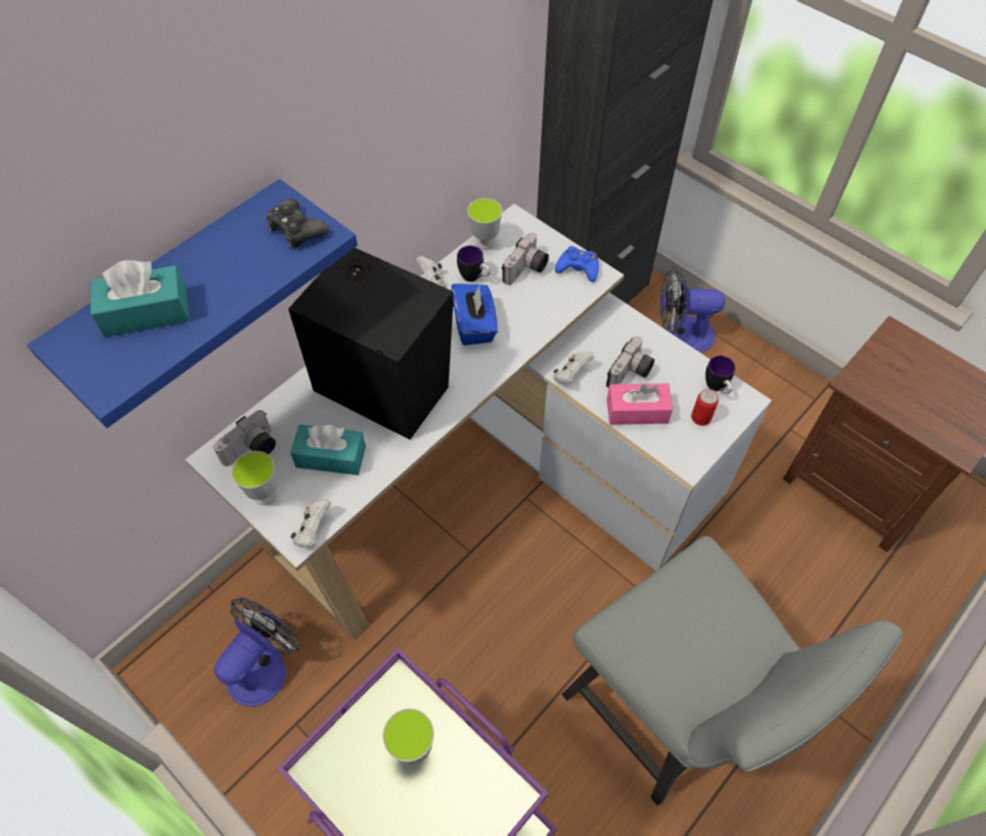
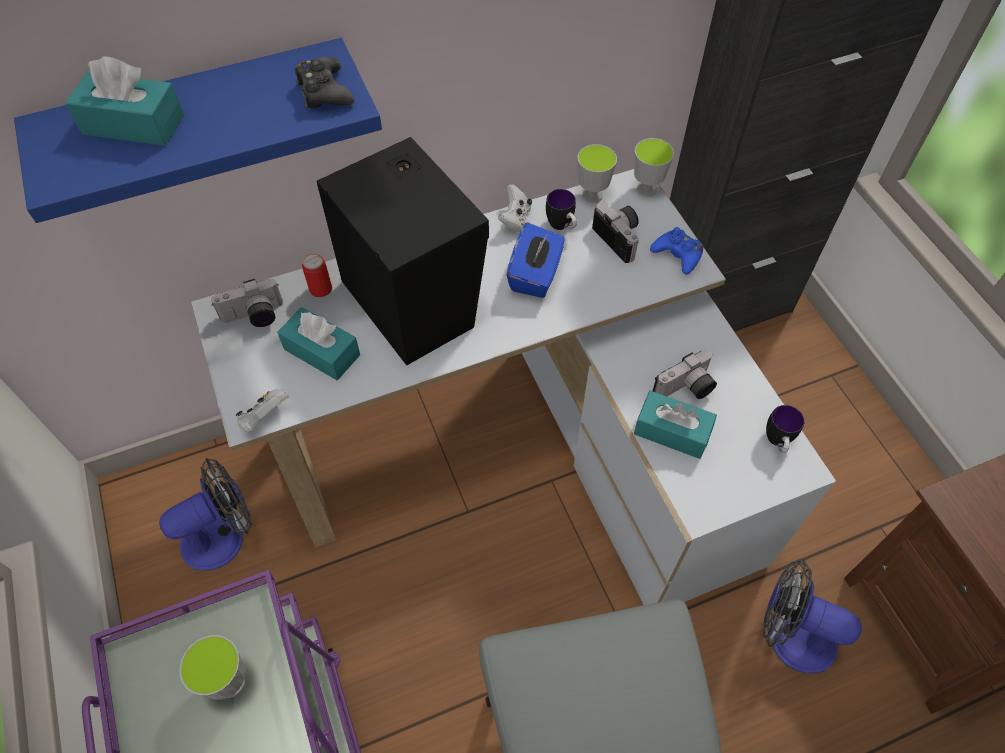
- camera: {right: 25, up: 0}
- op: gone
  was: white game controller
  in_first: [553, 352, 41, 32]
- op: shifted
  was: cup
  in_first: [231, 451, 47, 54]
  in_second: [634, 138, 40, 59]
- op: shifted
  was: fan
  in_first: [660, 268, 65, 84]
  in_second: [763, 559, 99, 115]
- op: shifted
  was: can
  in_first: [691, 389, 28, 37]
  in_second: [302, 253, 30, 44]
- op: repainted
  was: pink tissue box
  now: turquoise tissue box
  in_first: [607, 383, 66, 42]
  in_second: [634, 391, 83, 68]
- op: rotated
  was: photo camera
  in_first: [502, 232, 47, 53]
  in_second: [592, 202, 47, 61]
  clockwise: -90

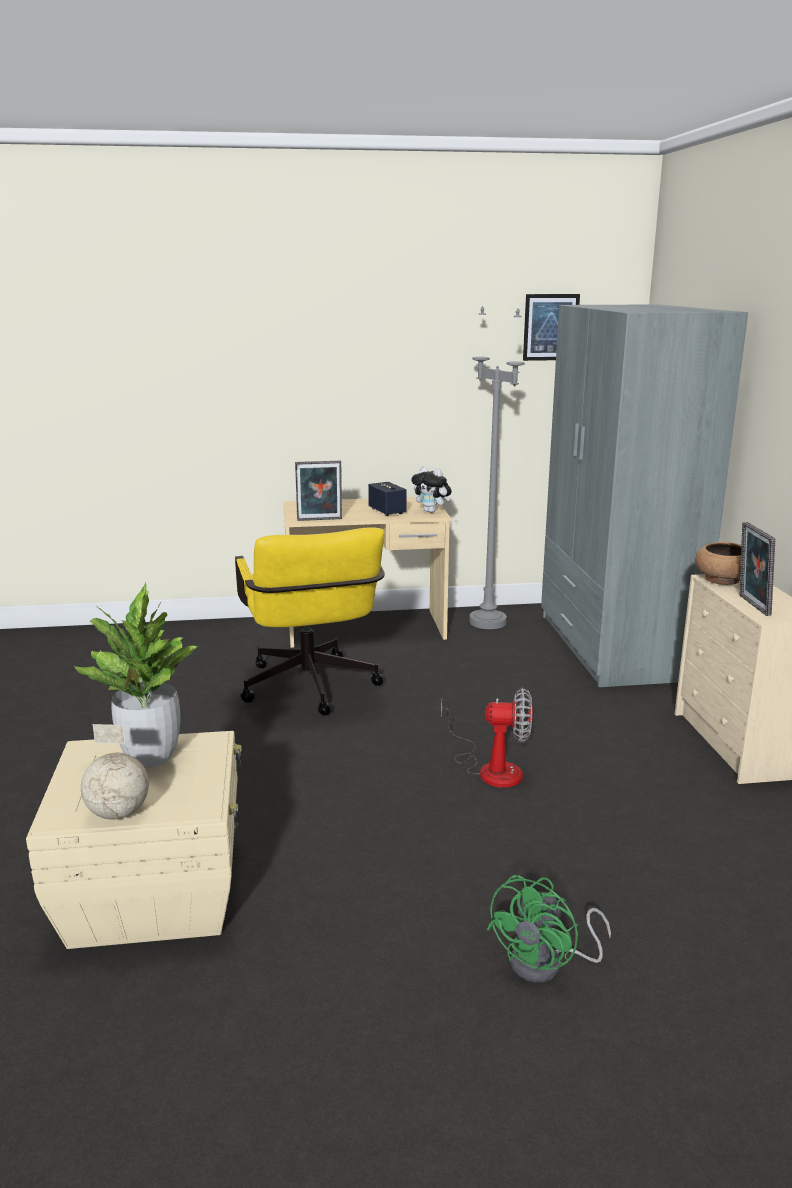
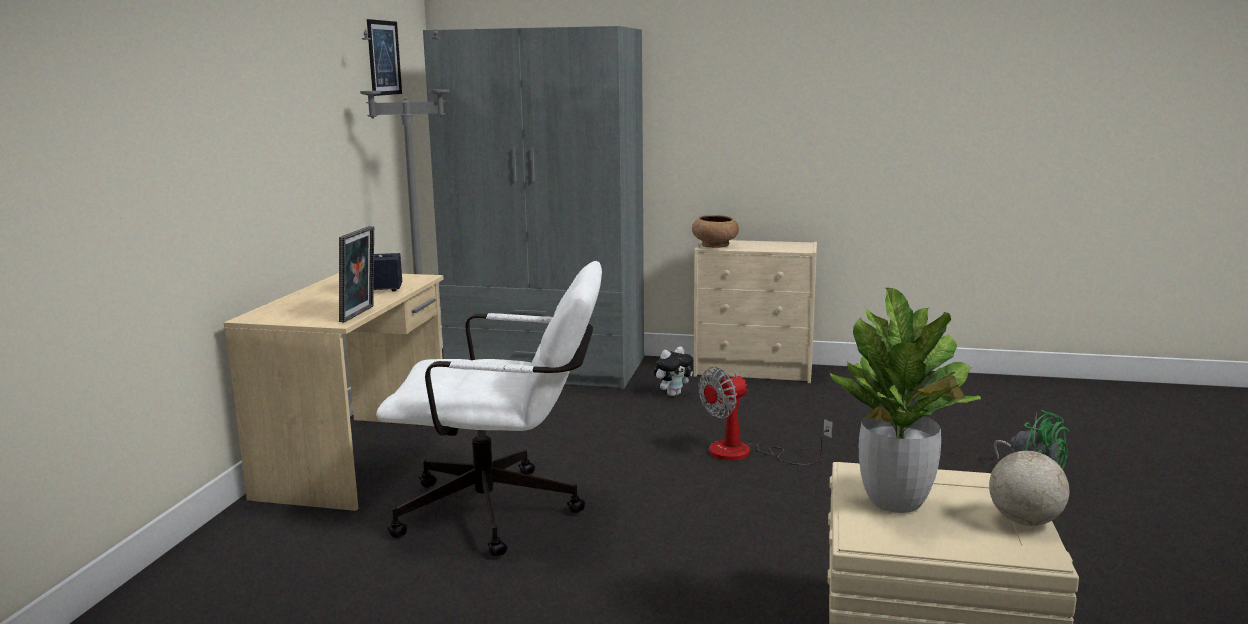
- camera: {right: -70, up: -5}
- op: gone
  was: picture frame
  in_first: [740, 522, 35, 94]
- op: shifted
  was: plush toy
  in_first: [411, 466, 41, 47]
  in_second: [654, 347, 40, 49]
- op: repainted
  was: yellow office chair
  now: white office chair
  in_first: [235, 527, 150, 188]
  in_second: [376, 261, 226, 296]
- op: rotated
  was: fan
  in_first: [441, 688, 92, 100]
  in_second: [698, 367, 135, 98]
  clockwise: -150

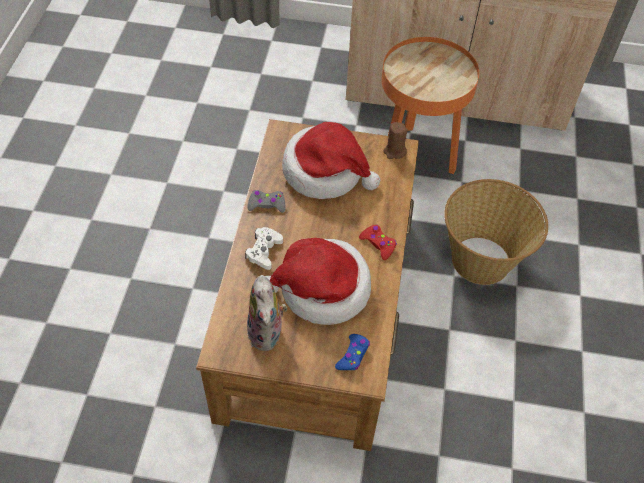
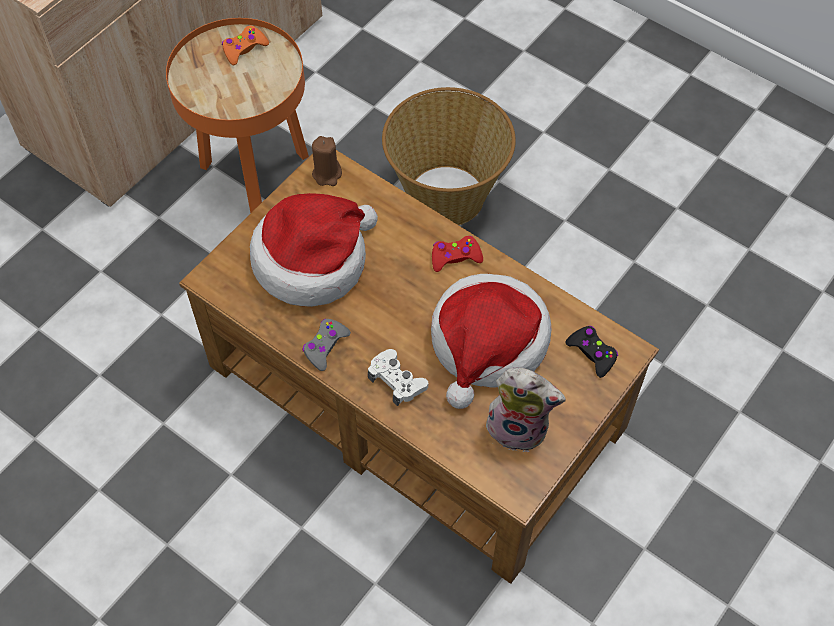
- camera: {right: -60, up: 5}
- op: new
  now: orange game controller
  in_second: [222, 26, 47, 39]
- op: repainted
  was: blue game controller
  now: black game controller
  in_first: [335, 334, 35, 36]
  in_second: [566, 326, 52, 52]

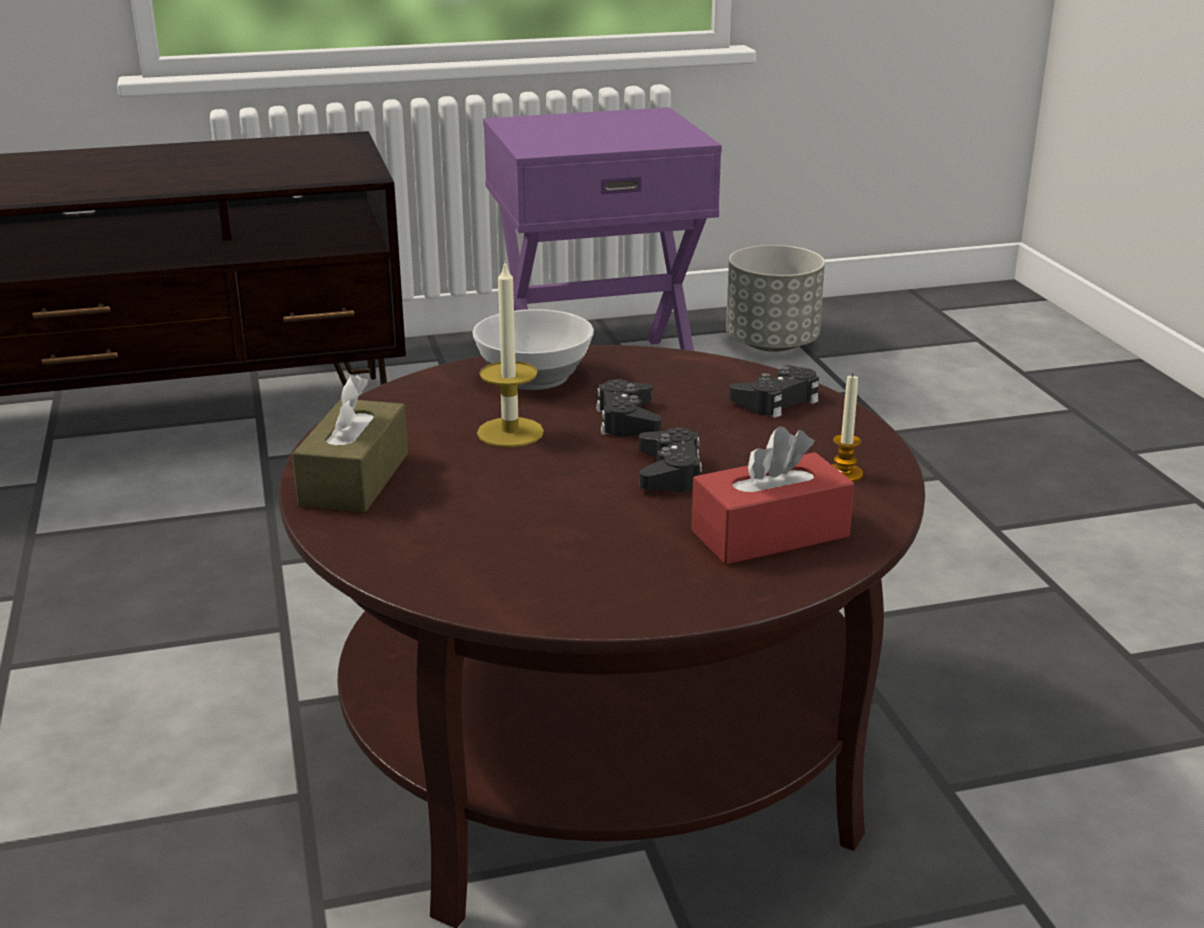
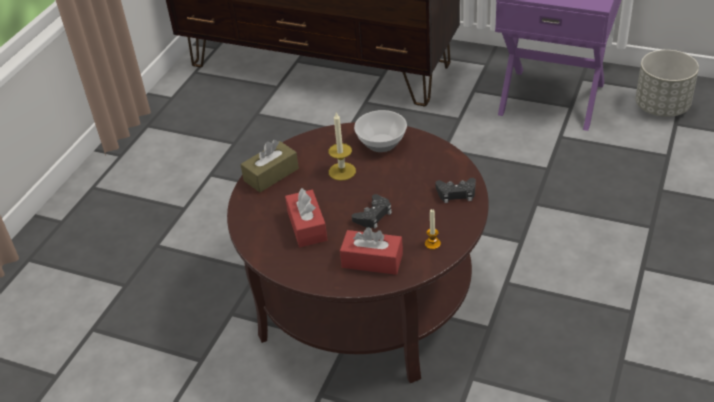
- camera: {right: 40, up: 15}
- op: gone
  was: black game controller
  in_first: [596, 379, 65, 58]
- op: new
  now: red tissue box
  in_second: [285, 188, 42, 59]

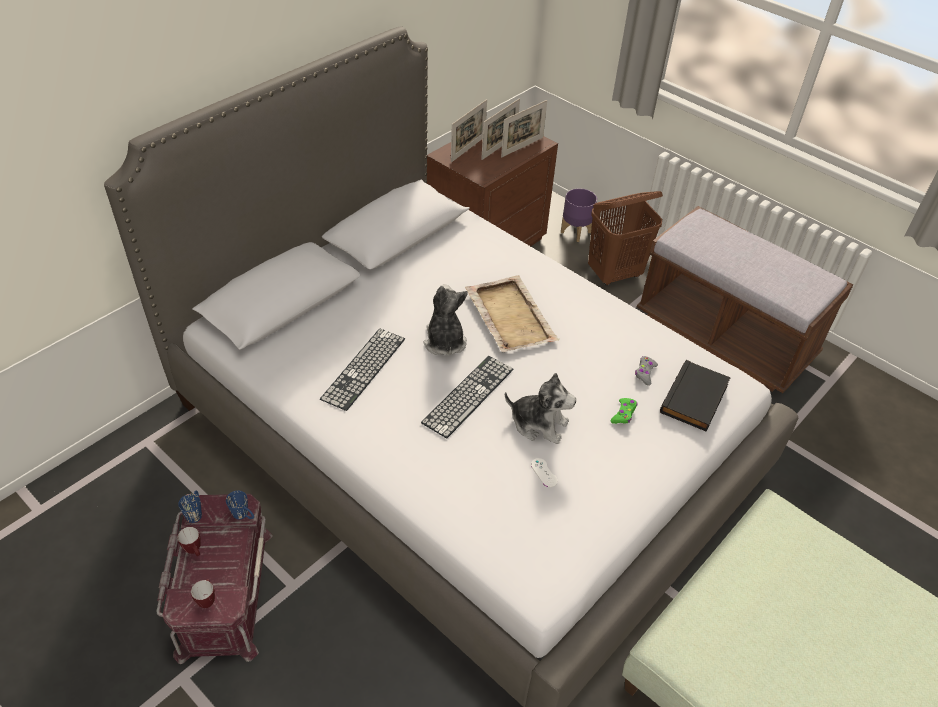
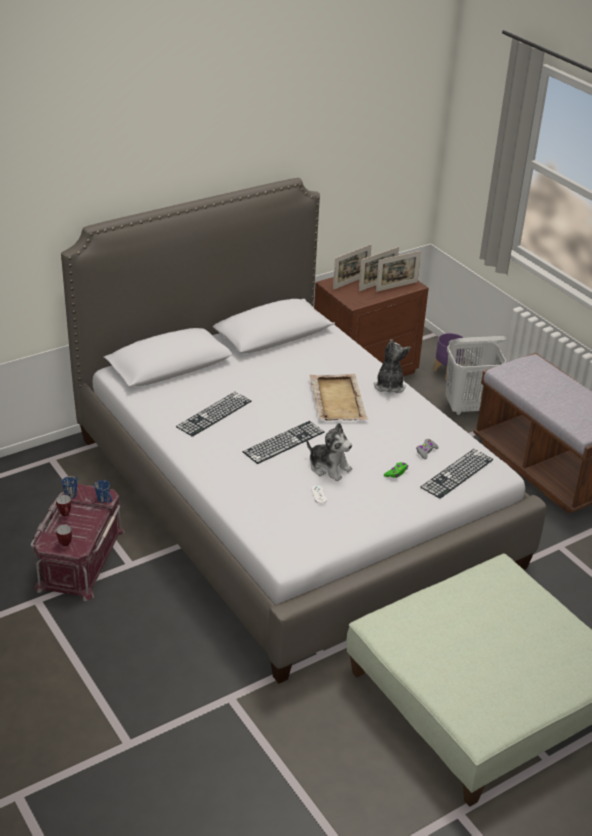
- camera: {right: 15, up: -10}
- op: shifted
  was: plush toy
  in_first: [424, 284, 44, 71]
  in_second: [374, 339, 37, 54]
- op: swapped
  was: black book
  now: keyboard
  in_first: [660, 360, 71, 72]
  in_second: [420, 449, 73, 50]
- op: repainted
  was: brown laundry basket
  now: white laundry basket
  in_first: [588, 191, 75, 95]
  in_second: [445, 336, 62, 79]

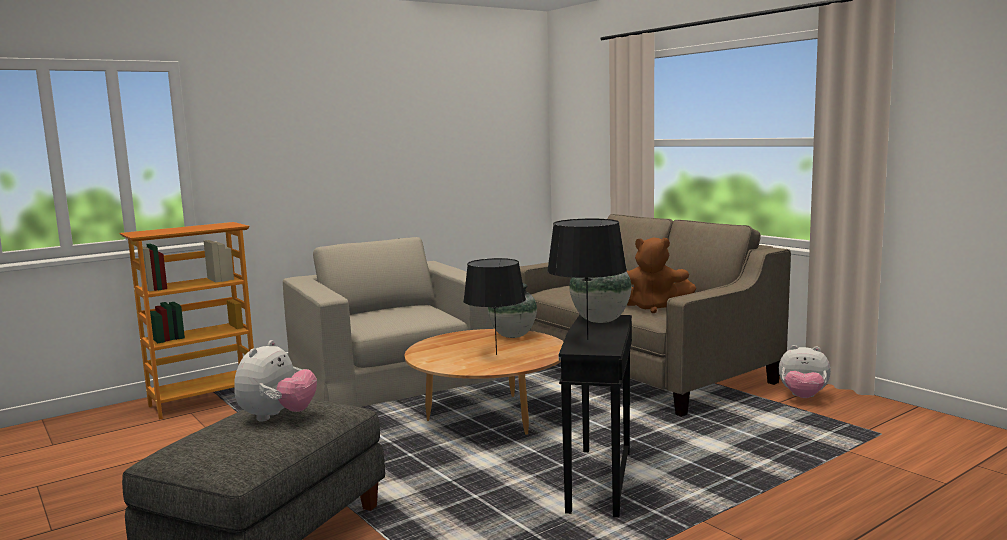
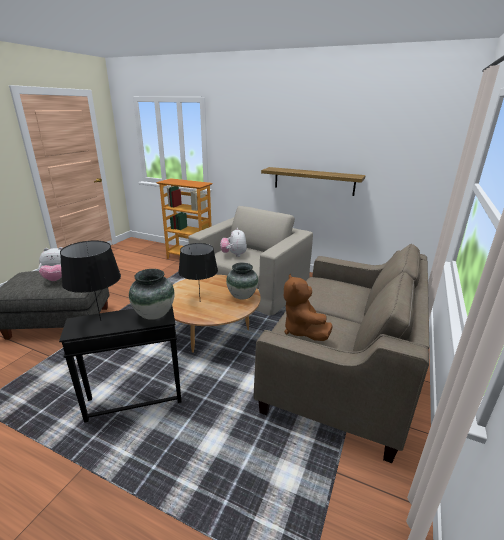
- camera: {right: 60, up: 15}
- op: new
  now: shelf
  in_second: [261, 167, 105, 29]
- op: shifted
  was: plush toy
  in_first: [779, 345, 52, 53]
  in_second: [220, 228, 27, 29]

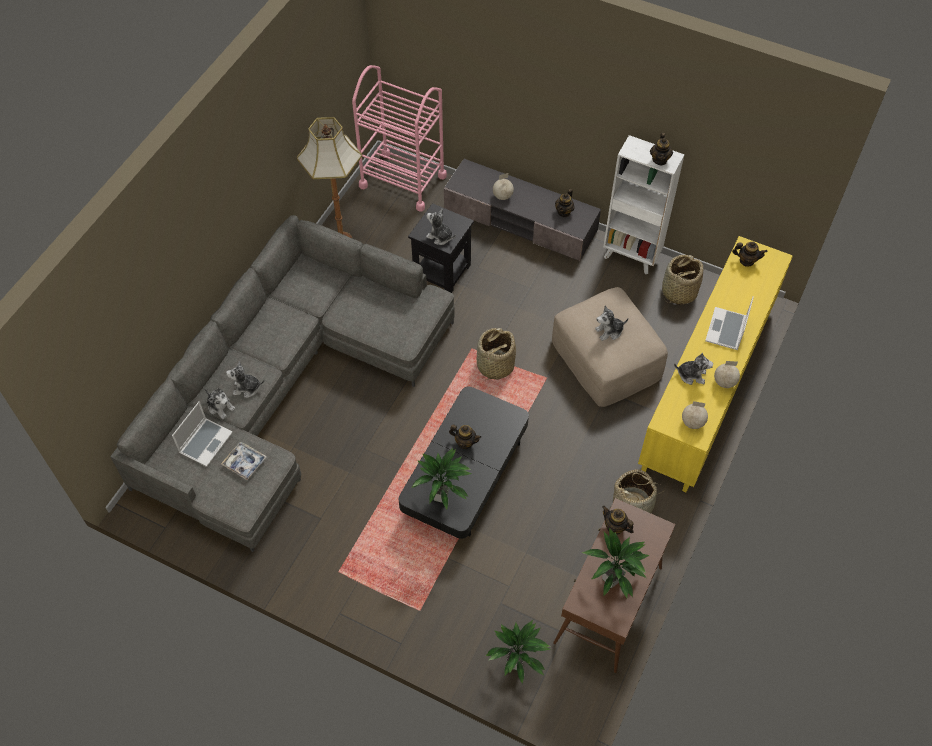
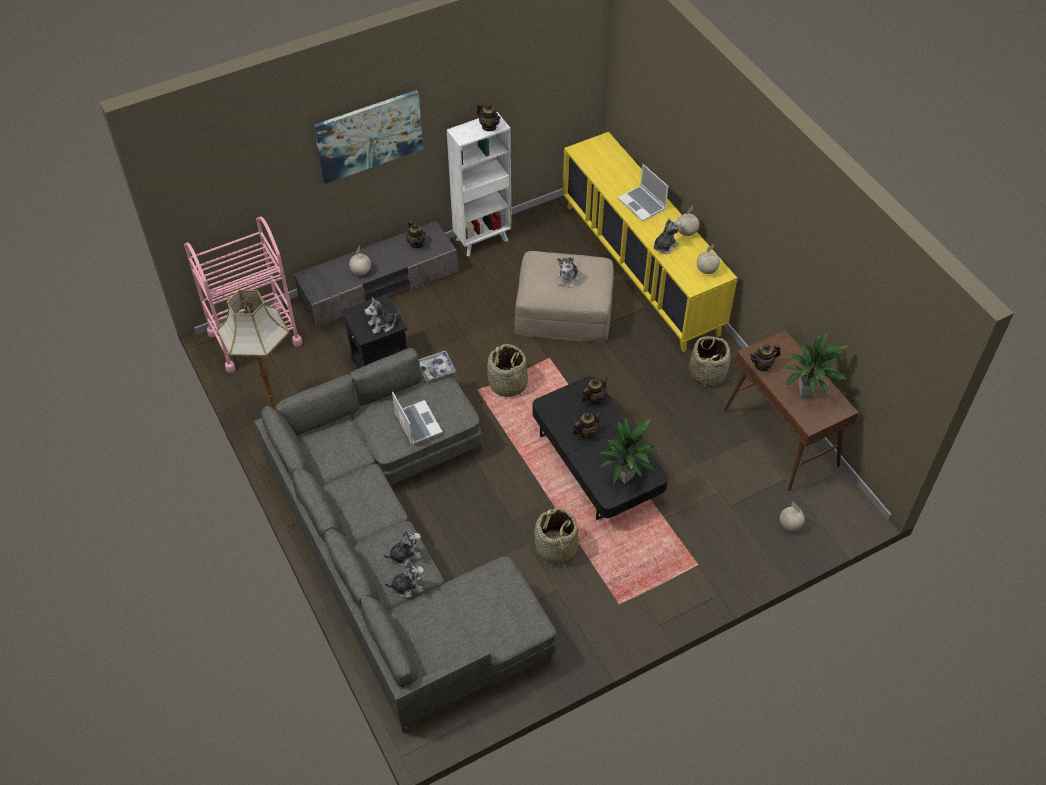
- camera: {right: -55, up: -5}
- op: new
  now: picture
  in_second: [314, 90, 109, 94]
- op: shifted
  was: laptop
  in_first: [172, 401, 61, 66]
  in_second: [392, 392, 51, 53]
- op: shifted
  was: tray
  in_first: [221, 442, 46, 38]
  in_second: [418, 351, 38, 30]
- op: shifted
  was: basket
  in_first: [662, 255, 41, 50]
  in_second: [534, 507, 45, 60]
- op: shifted
  was: teapot
  in_first: [732, 242, 35, 25]
  in_second: [581, 377, 27, 27]
- op: swapped
  was: potted plant
  now: globe
  in_first: [486, 620, 65, 64]
  in_second: [780, 501, 25, 30]
- op: rotated
  was: plush toy
  in_first: [226, 361, 38, 37]
  in_second: [384, 531, 38, 35]
  clockwise: -150

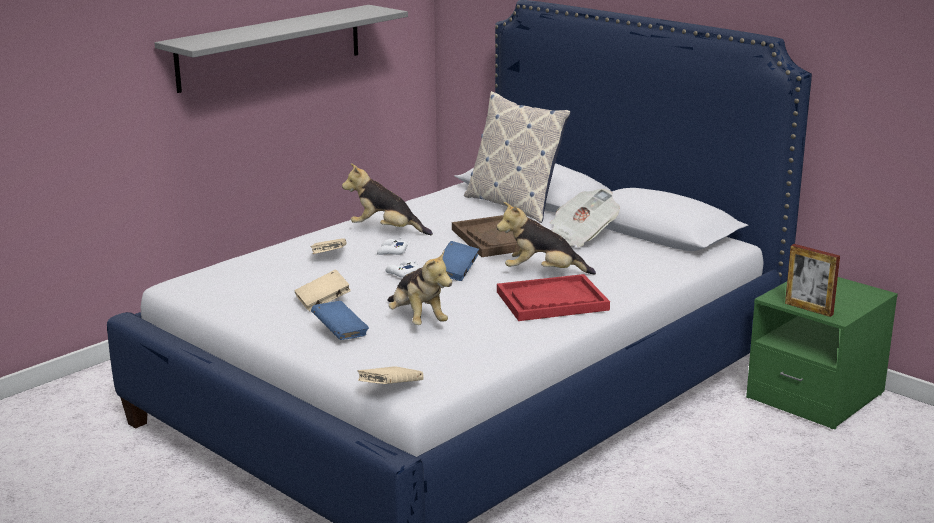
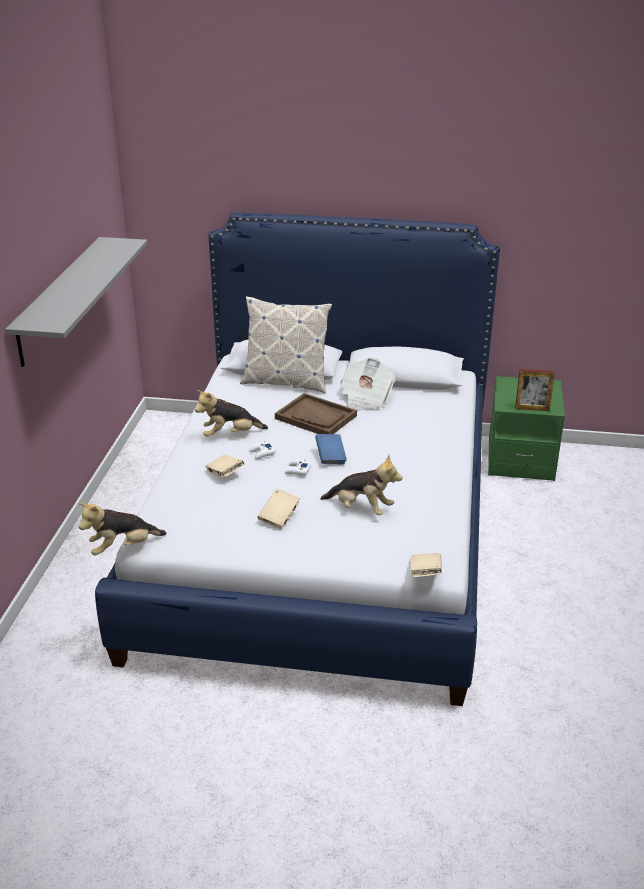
- camera: {right: -35, up: 10}
- op: gone
  was: blue book
  in_first: [311, 301, 58, 39]
- op: gone
  was: red tray
  in_first: [497, 274, 113, 47]
- op: shifted
  was: plush toy
  in_first: [496, 202, 100, 73]
  in_second: [78, 503, 88, 52]

